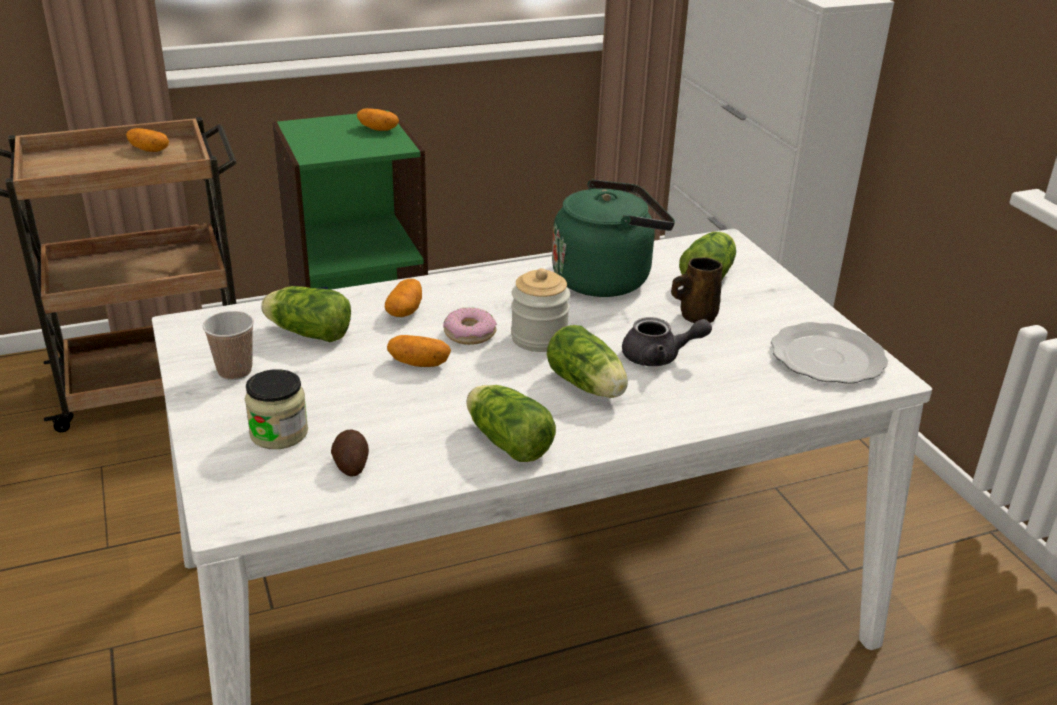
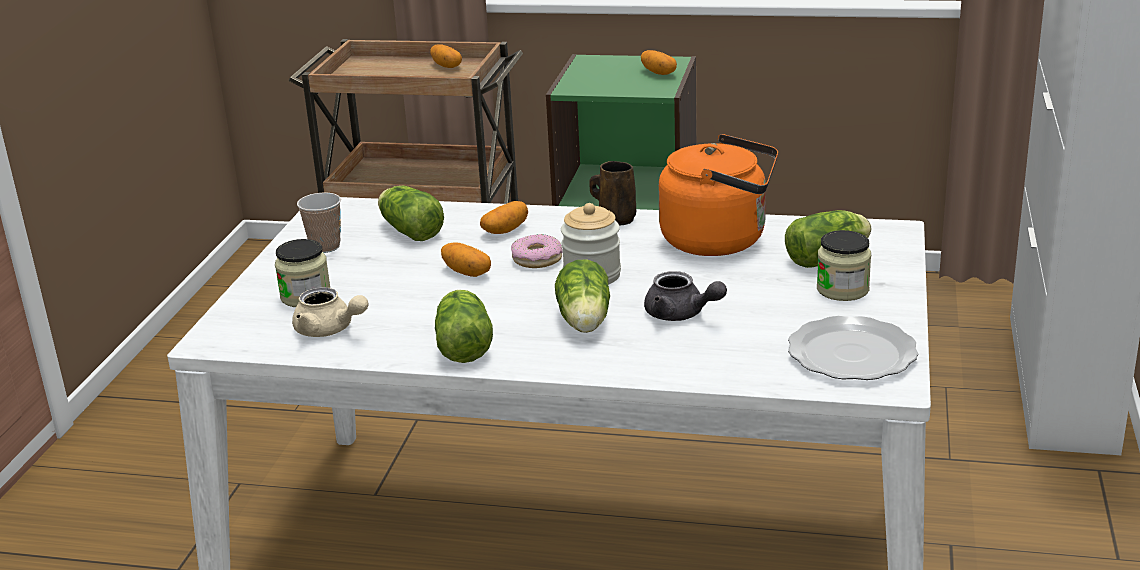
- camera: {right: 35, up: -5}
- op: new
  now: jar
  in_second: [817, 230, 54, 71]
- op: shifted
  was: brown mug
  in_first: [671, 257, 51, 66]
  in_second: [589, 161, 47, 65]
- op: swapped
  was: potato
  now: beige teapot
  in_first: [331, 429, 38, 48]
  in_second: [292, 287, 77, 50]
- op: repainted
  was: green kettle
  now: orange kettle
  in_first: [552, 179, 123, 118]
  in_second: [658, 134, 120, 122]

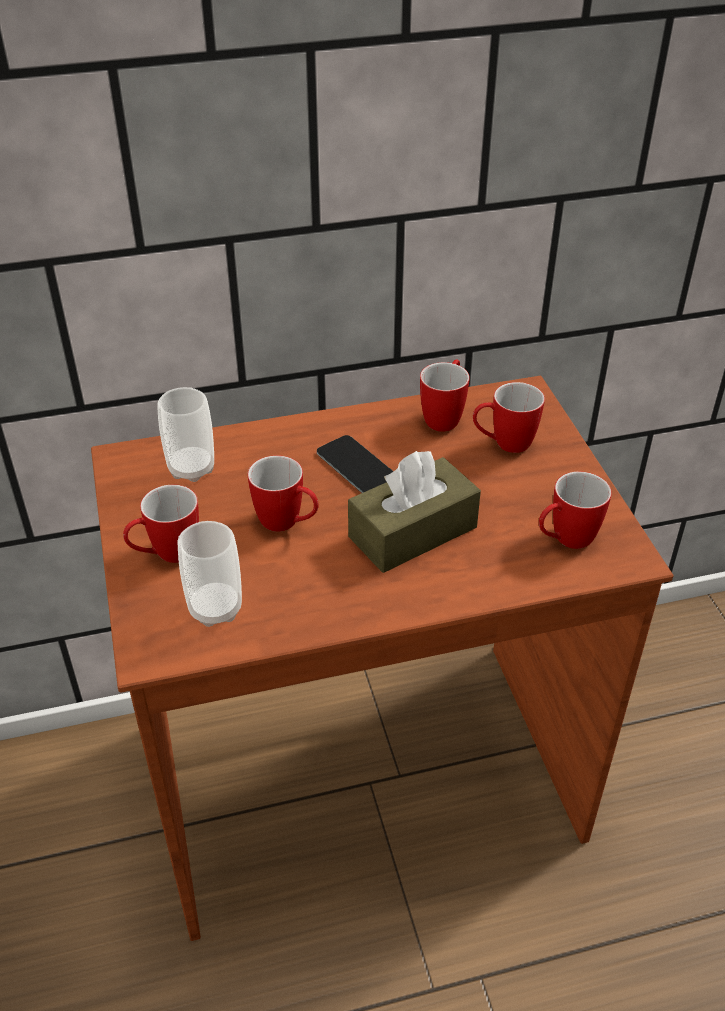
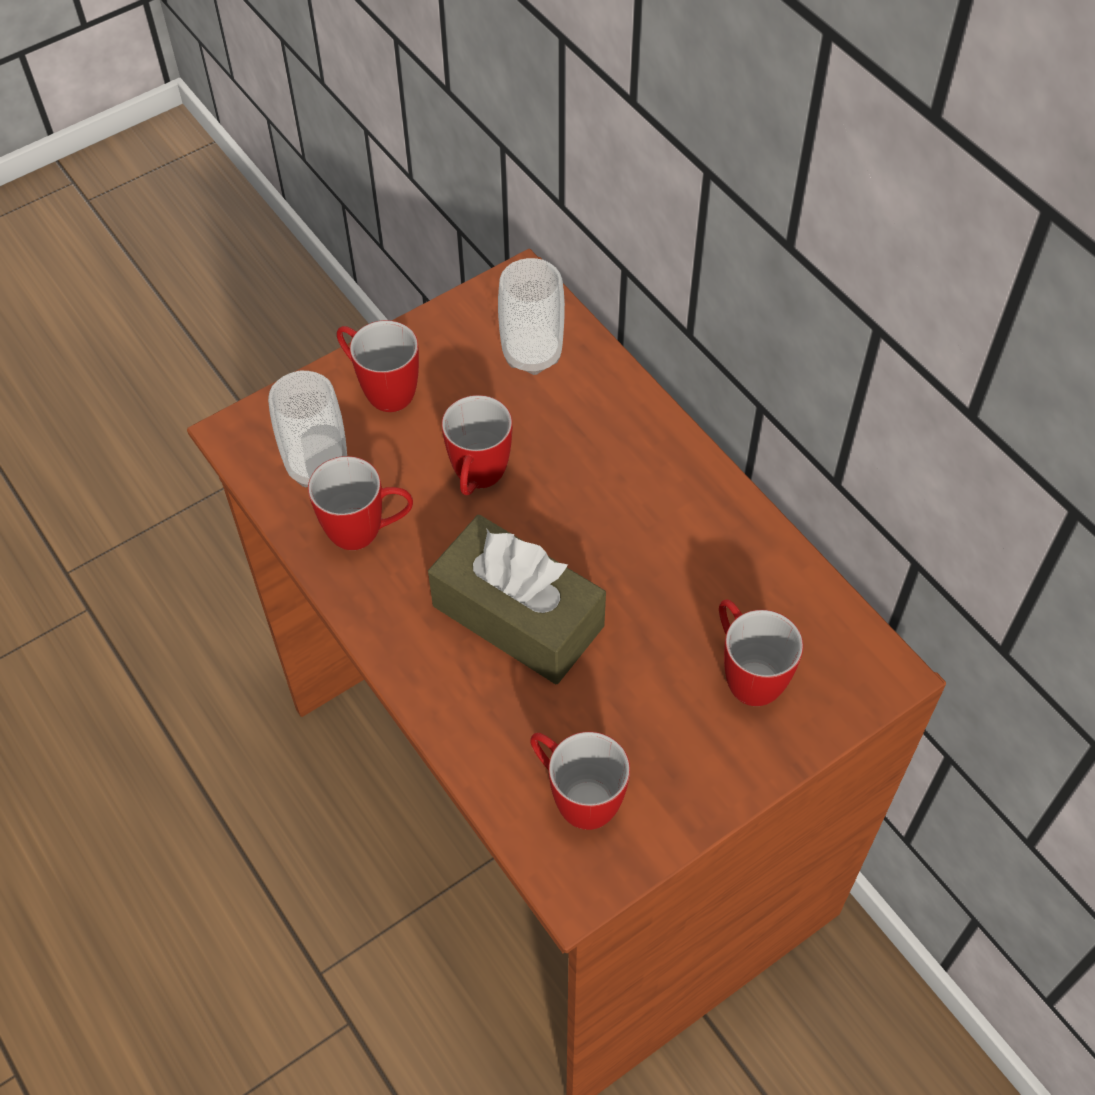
- camera: {right: 70, up: 15}
- op: gone
  was: phone
  in_first: [317, 435, 77, 58]
- op: shifted
  was: mug
  in_first: [420, 360, 50, 72]
  in_second: [308, 456, 105, 94]

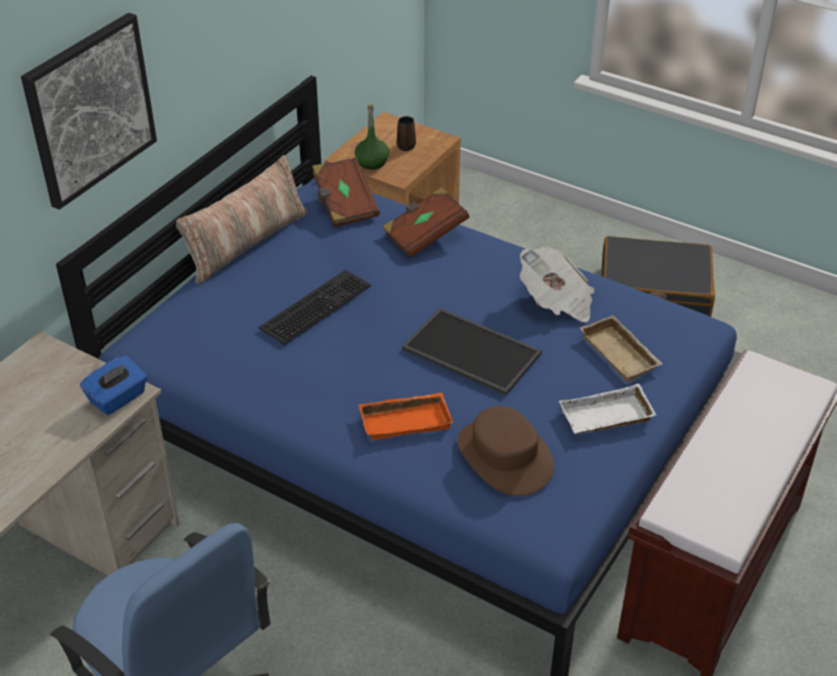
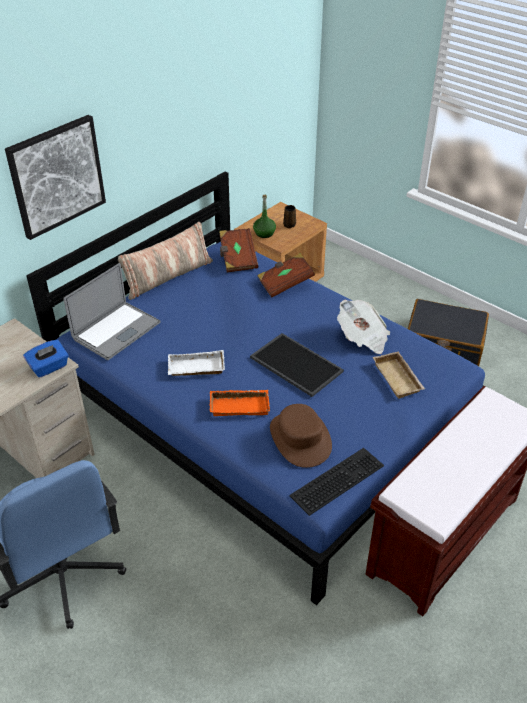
- camera: {right: 10, up: 0}
- op: new
  now: laptop
  in_second: [63, 263, 98, 97]
- op: shifted
  was: keyboard
  in_first: [259, 270, 112, 75]
  in_second: [289, 448, 95, 68]
- op: shifted
  was: white tray
  in_first: [559, 384, 97, 50]
  in_second: [168, 350, 57, 26]

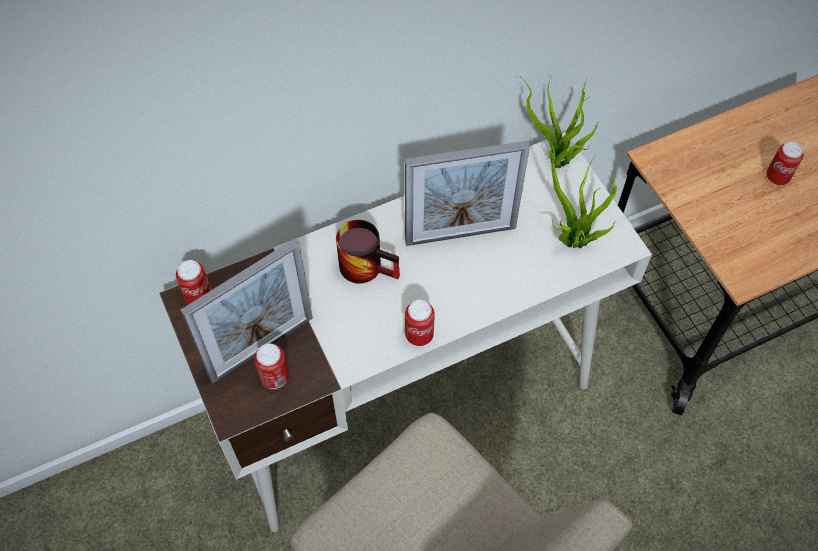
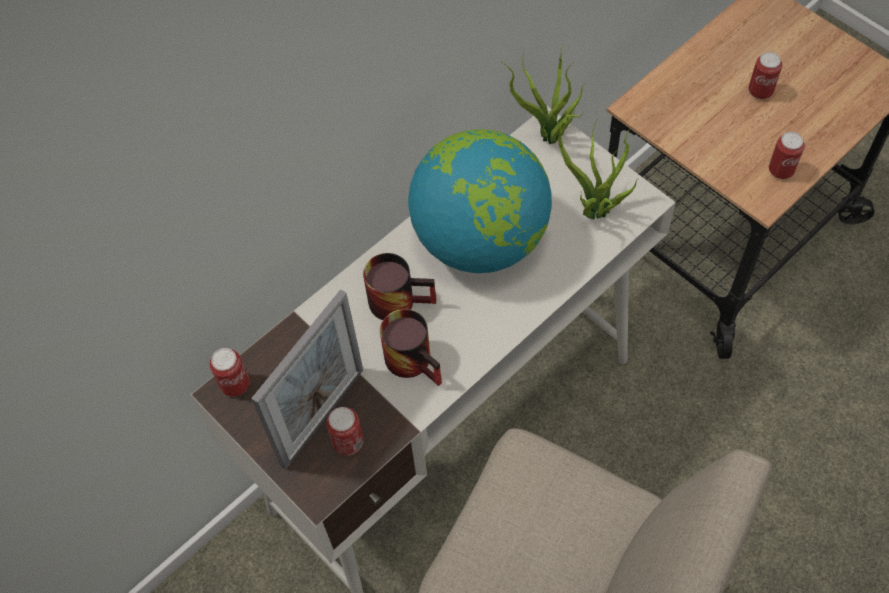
- camera: {right: -15, up: 0}
- op: new
  now: mug
  in_second: [380, 309, 62, 77]
- op: shifted
  was: can
  in_first: [405, 300, 30, 46]
  in_second: [769, 132, 36, 47]
- op: swapped
  was: picture frame
  now: globe
  in_first: [405, 141, 125, 105]
  in_second: [408, 129, 144, 144]

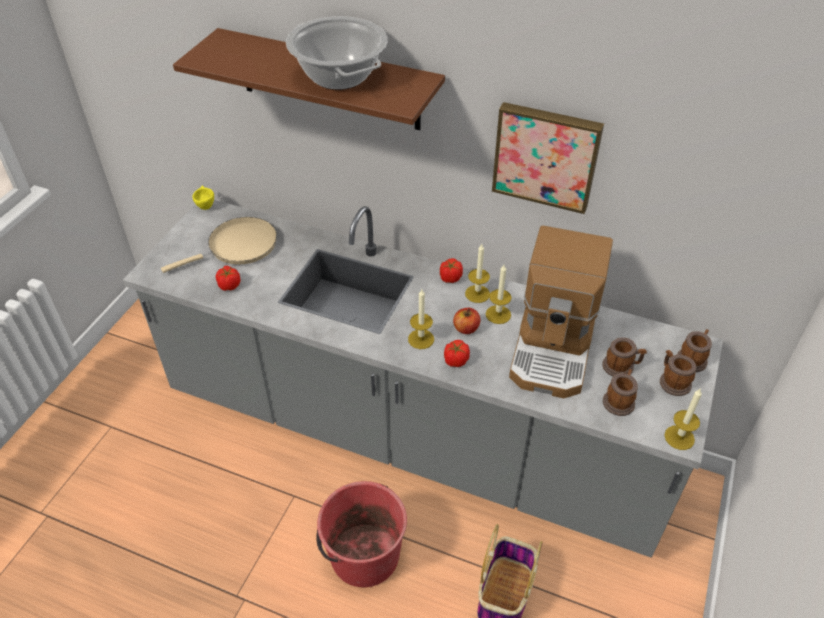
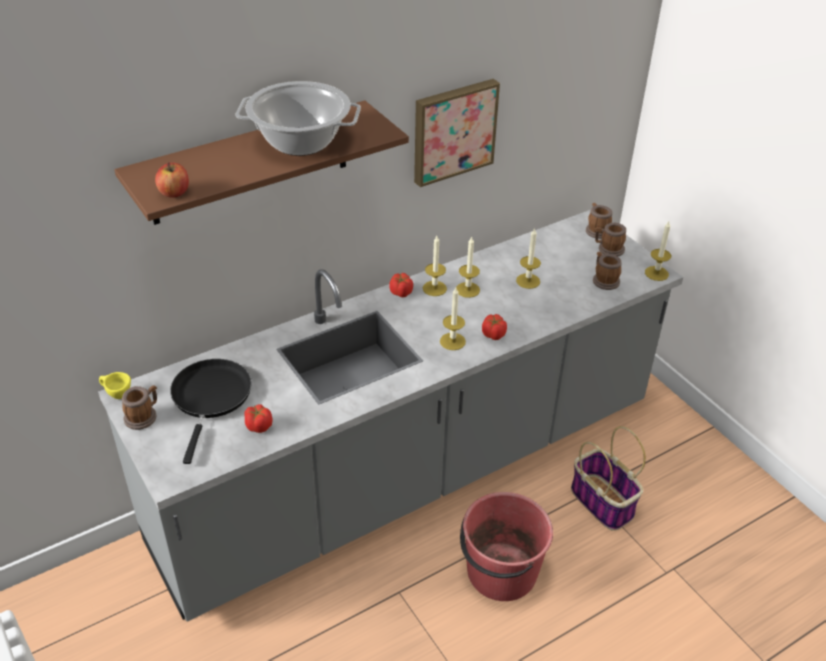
- camera: {right: -55, up: -5}
- op: shifted
  was: apple
  in_first: [453, 308, 27, 26]
  in_second: [155, 162, 34, 36]
- op: shifted
  was: mug
  in_first: [602, 338, 45, 38]
  in_second: [122, 385, 35, 45]
- op: swapped
  was: coffee machine
  now: candle
  in_first: [509, 226, 104, 172]
  in_second: [516, 228, 25, 61]
- op: repainted
  was: beige frying pan
  now: black frying pan
  in_first: [161, 217, 116, 56]
  in_second: [170, 359, 82, 105]

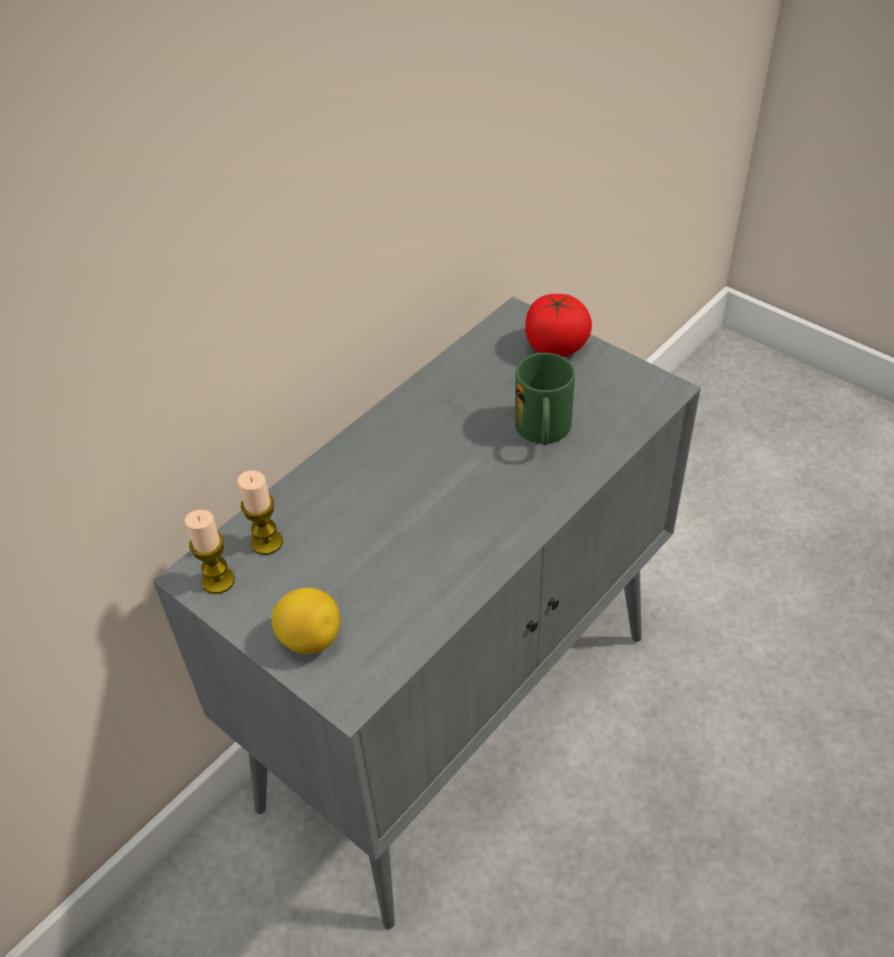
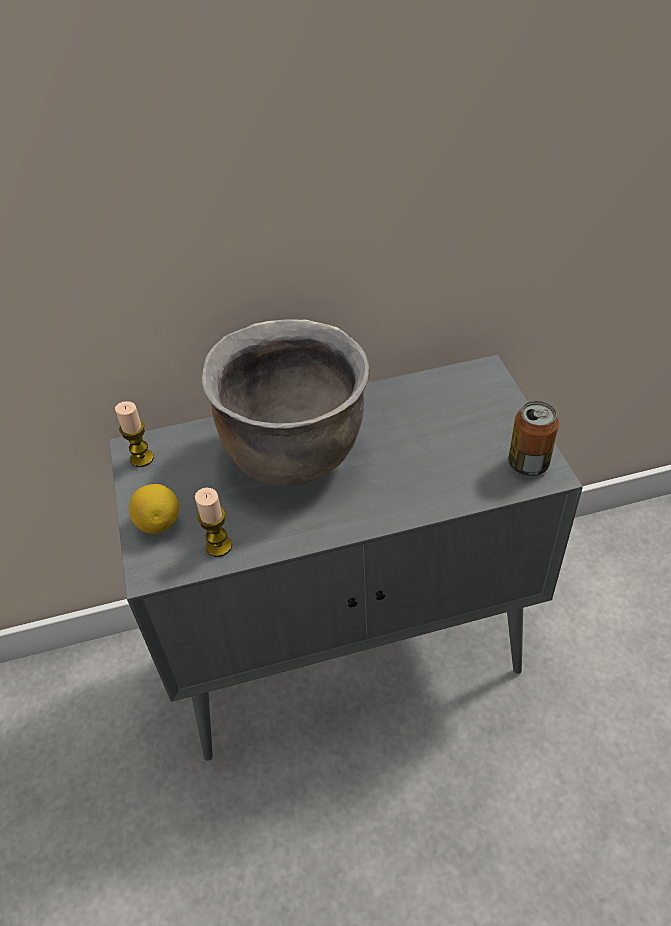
- camera: {right: 35, up: 0}
- op: gone
  was: green mug
  in_first: [515, 353, 60, 92]
- op: gone
  was: tomato
  in_first: [525, 294, 67, 63]
- op: new
  now: brown cooking pot
  in_second: [201, 319, 168, 167]
- op: new
  now: can
  in_second: [508, 401, 51, 75]
- op: shifted
  was: candle
  in_first: [238, 471, 45, 84]
  in_second: [195, 488, 37, 69]

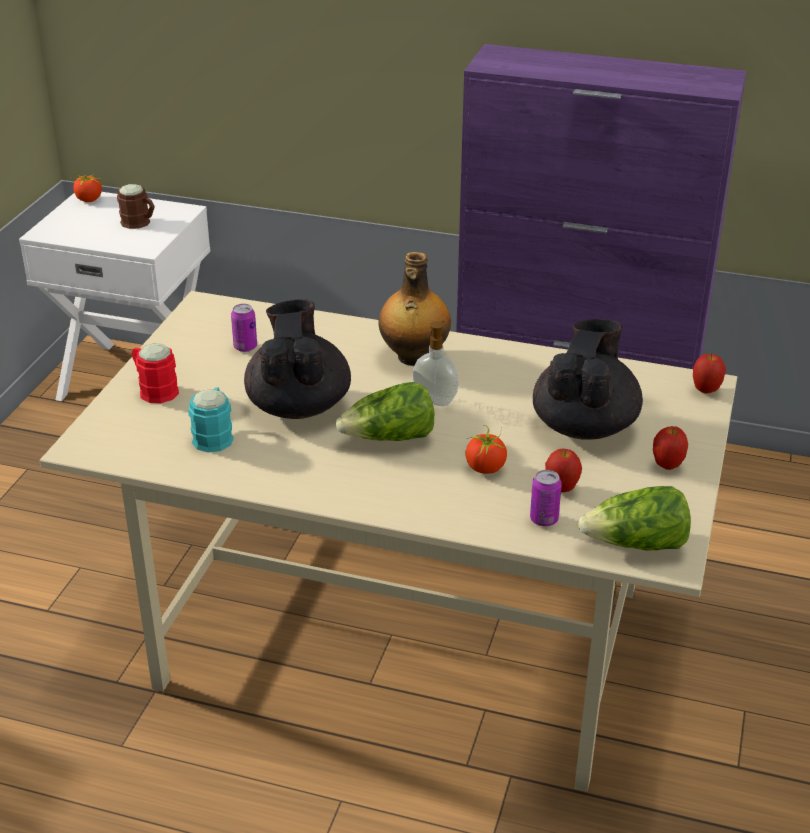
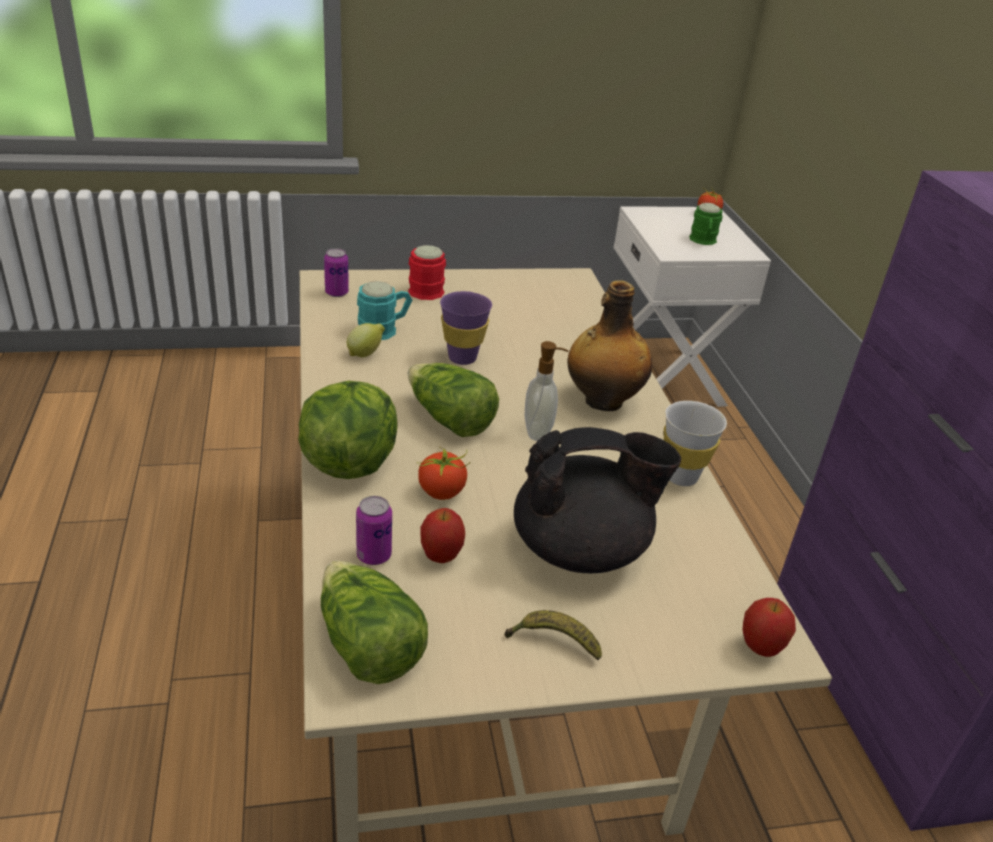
- camera: {right: 60, up: 0}
- op: new
  now: lettuce
  in_second: [298, 381, 100, 98]
- op: new
  now: lemon
  in_second: [347, 323, 38, 34]
- op: new
  now: white cup
  in_second: [664, 401, 63, 85]
- op: shifted
  was: can
  in_first: [231, 304, 26, 48]
  in_second: [324, 248, 25, 49]
- op: swapped
  was: black teapot
  now: purple cup
  in_first: [244, 299, 107, 120]
  in_second: [440, 291, 52, 74]
- op: swapped
  was: apple
  now: banana
  in_first: [653, 426, 35, 44]
  in_second: [504, 610, 98, 50]
- op: repainted
  was: brown mug
  now: green mug
  in_first: [117, 184, 38, 45]
  in_second: [689, 203, 34, 42]

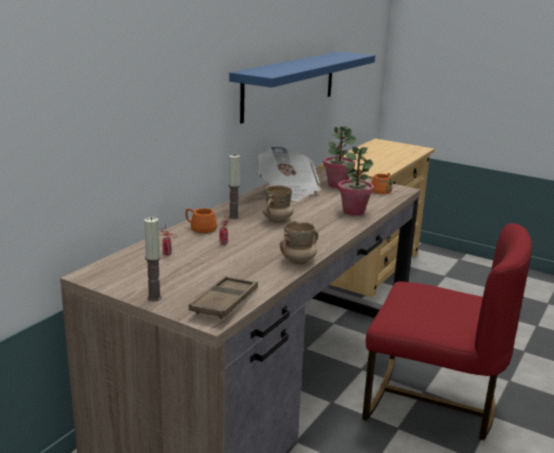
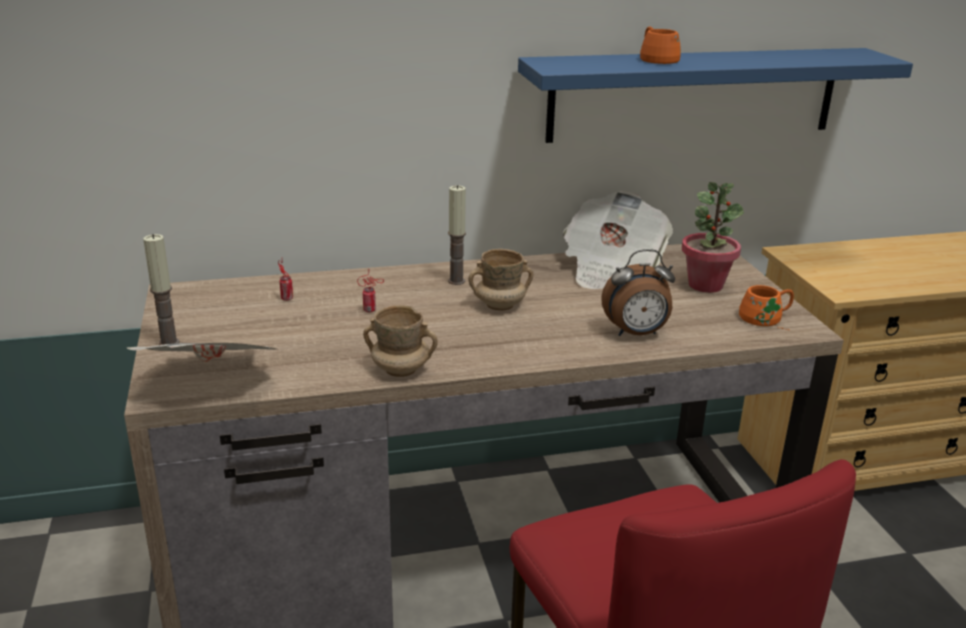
- camera: {right: 45, up: 5}
- op: shifted
  was: orange mug
  in_first: [185, 208, 32, 25]
  in_second: [640, 26, 41, 38]
- op: swapped
  was: brown tray
  now: newspaper
  in_first: [189, 276, 69, 43]
  in_second: [127, 343, 149, 19]
- op: swapped
  was: potted plant
  now: alarm clock
  in_first: [338, 147, 36, 69]
  in_second: [601, 249, 74, 87]

